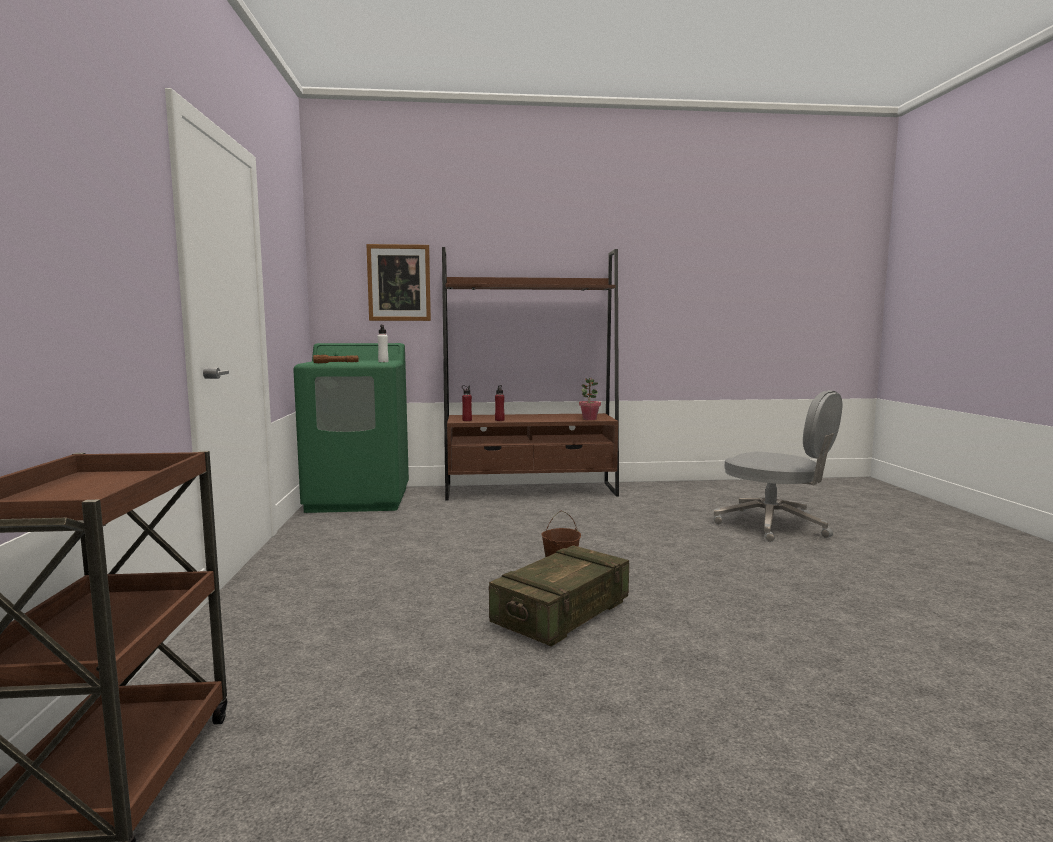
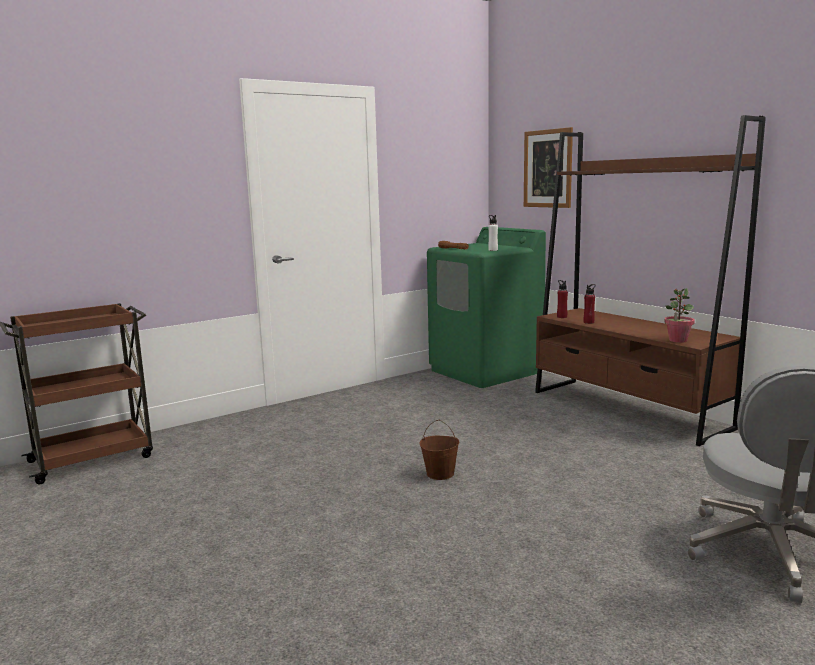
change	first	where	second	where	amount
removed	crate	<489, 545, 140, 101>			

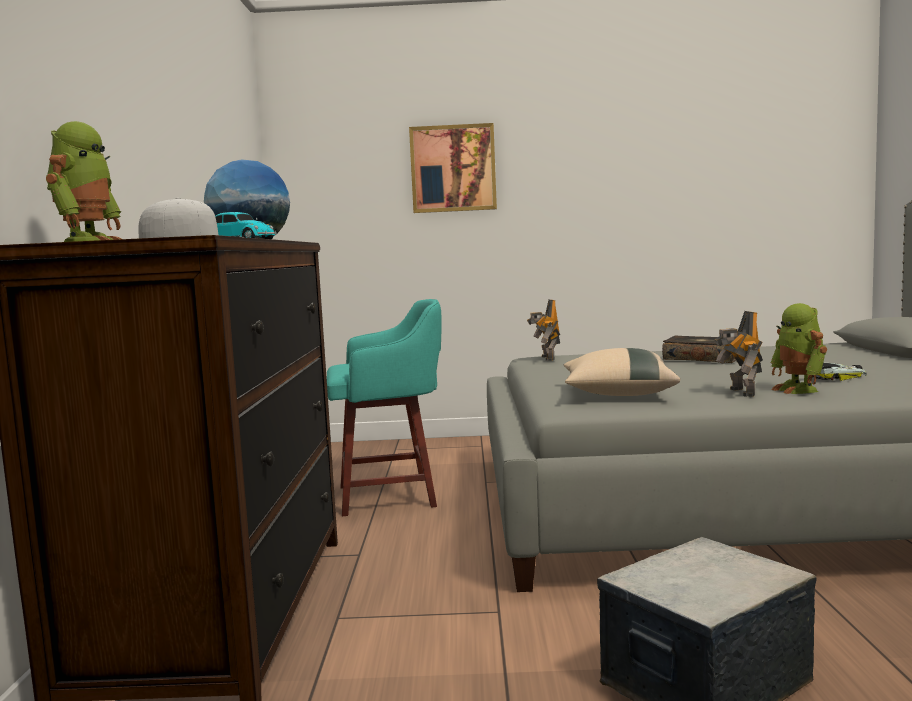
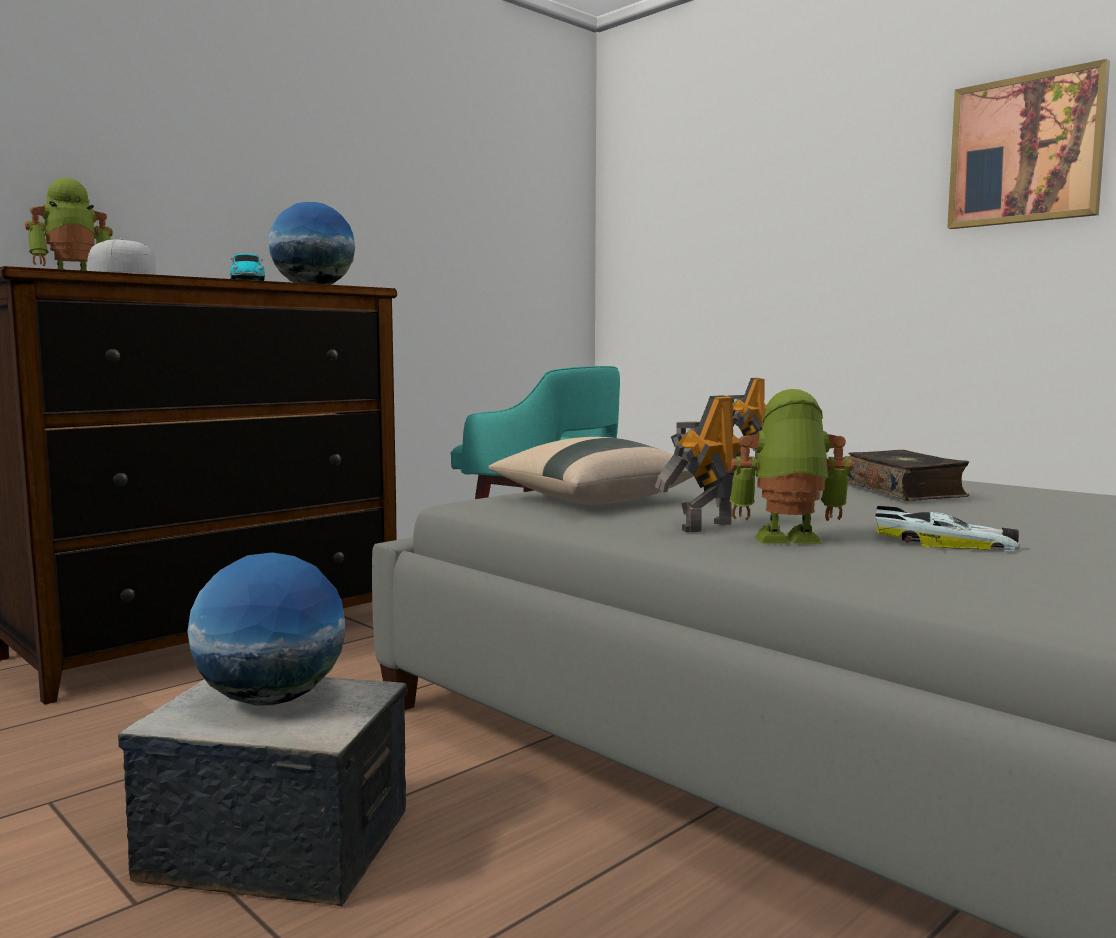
change	first	where	second	where	amount
moved	picture	<409, 123, 88, 90>		<947, 59, 163, 170>	
turned	toy_robot	<771, 303, 56, 91>		<730, 389, 123, 155>	60 degrees clockwise
added			globe	<188, 552, 157, 153>	

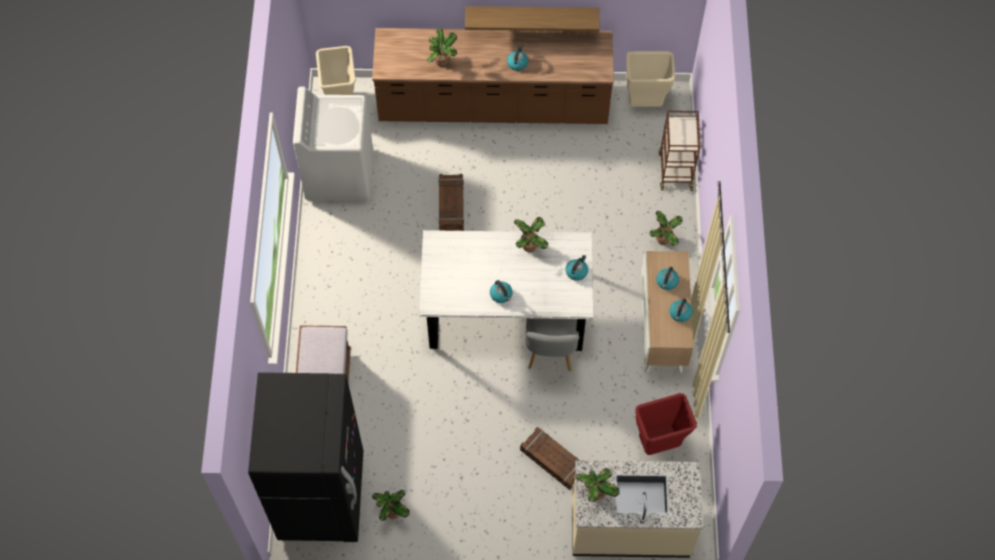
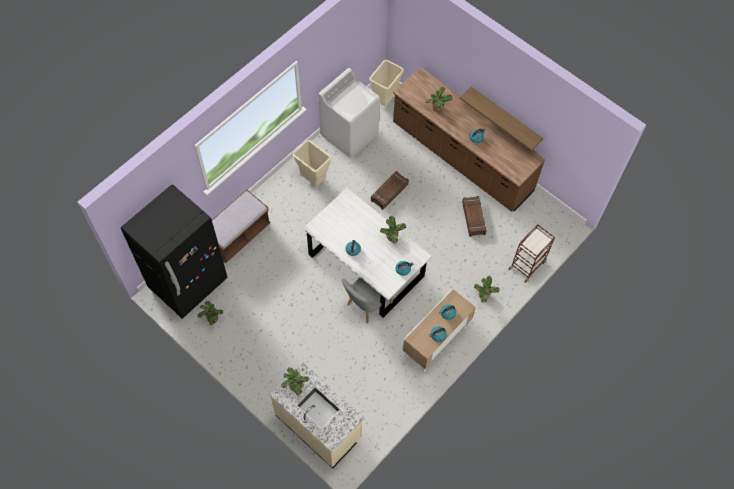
change	first	where	second	where	amount
moved	beige_trash_can	<626, 52, 49, 55>		<293, 140, 38, 46>	
removed	red_trash_can	<635, 393, 62, 62>			
moved	crate	<520, 427, 59, 63>		<462, 196, 24, 41>	

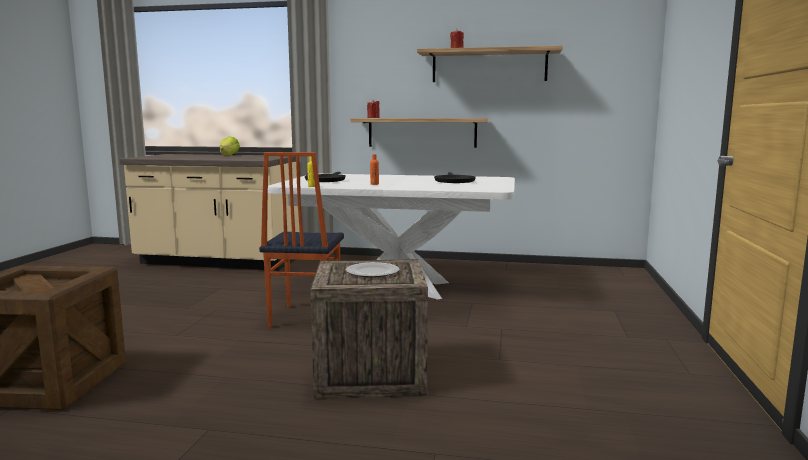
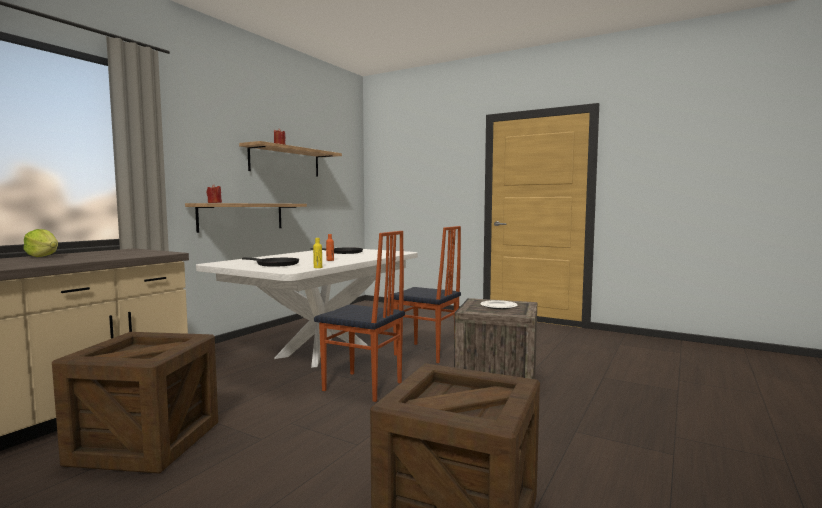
change	first	where	second	where	amount
added			chair	<393, 226, 68, 137>	
added			crate	<52, 332, 166, 142>	

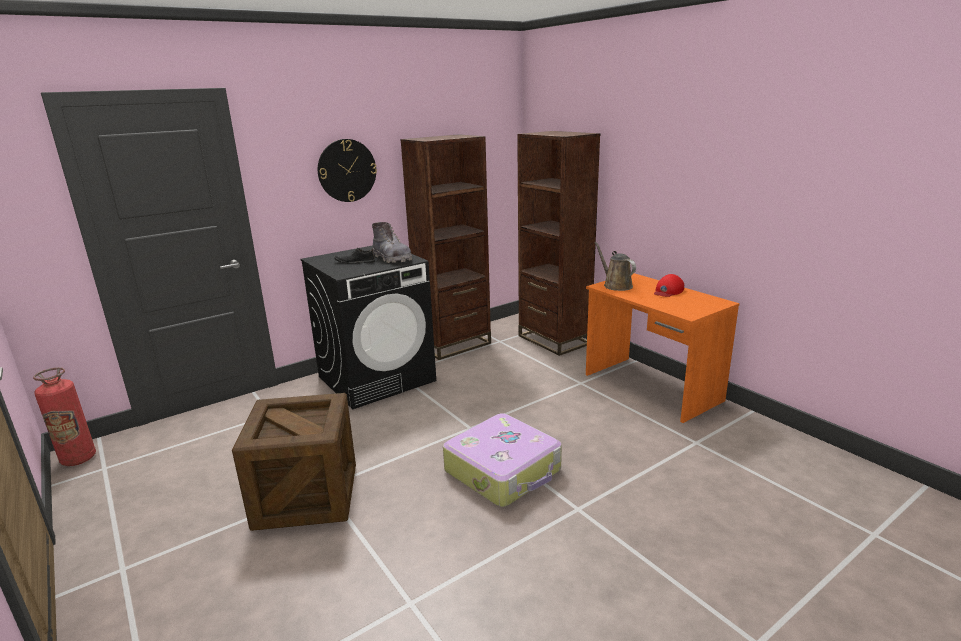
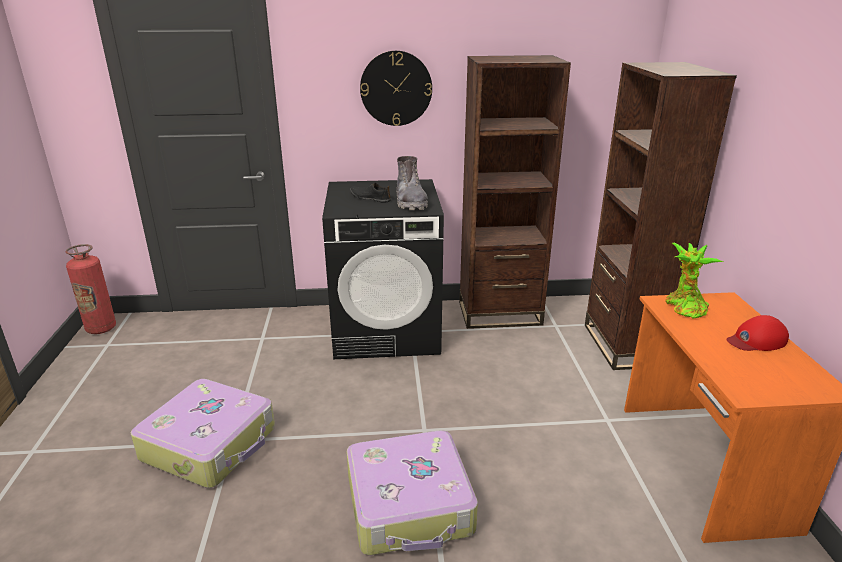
change	first	where	second	where	amount
replaced	brown_watering_can	<594, 242, 42, 49>	potted_plant	<666, 243, 57, 76>	
replaced	crate	<232, 393, 124, 138>	suitcase	<131, 379, 144, 109>	

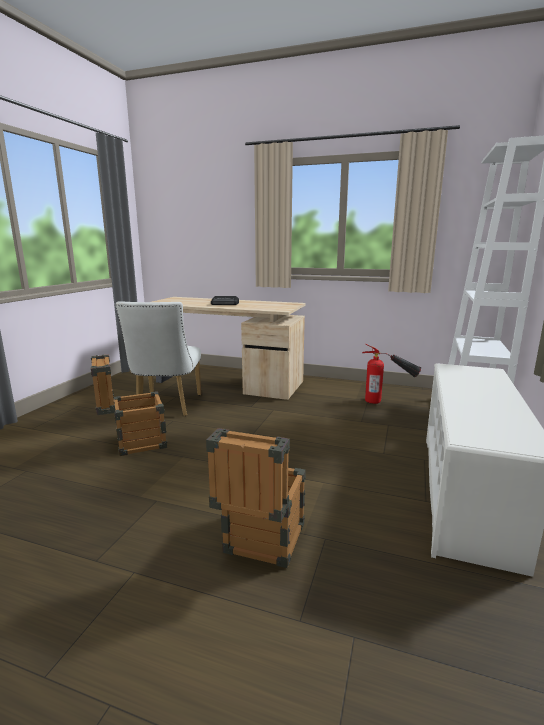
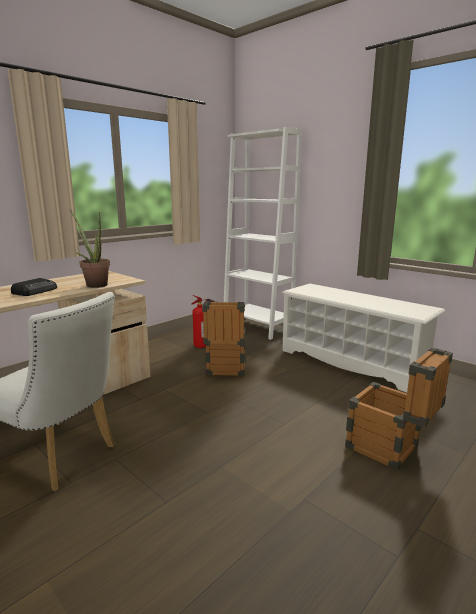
change	first	where	second	where	amount
moved	crate	<90, 355, 77, 101>		<202, 301, 44, 75>	
added			potted_plant	<70, 209, 40, 79>	

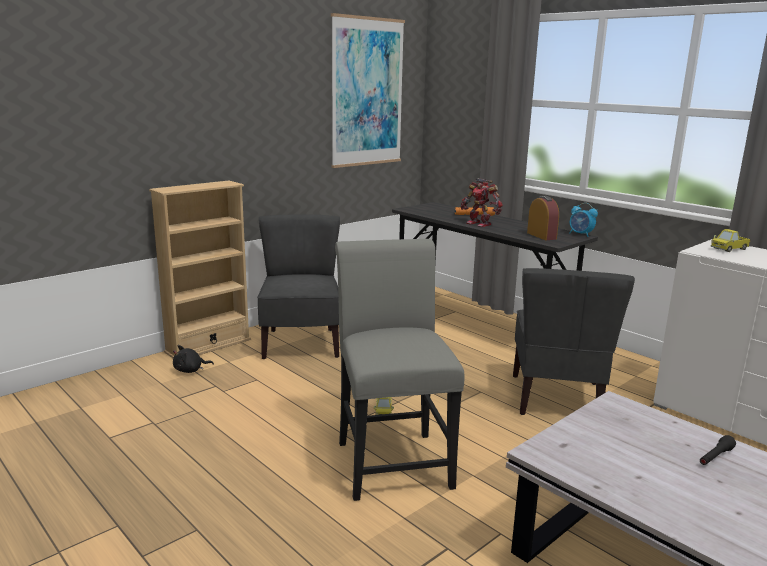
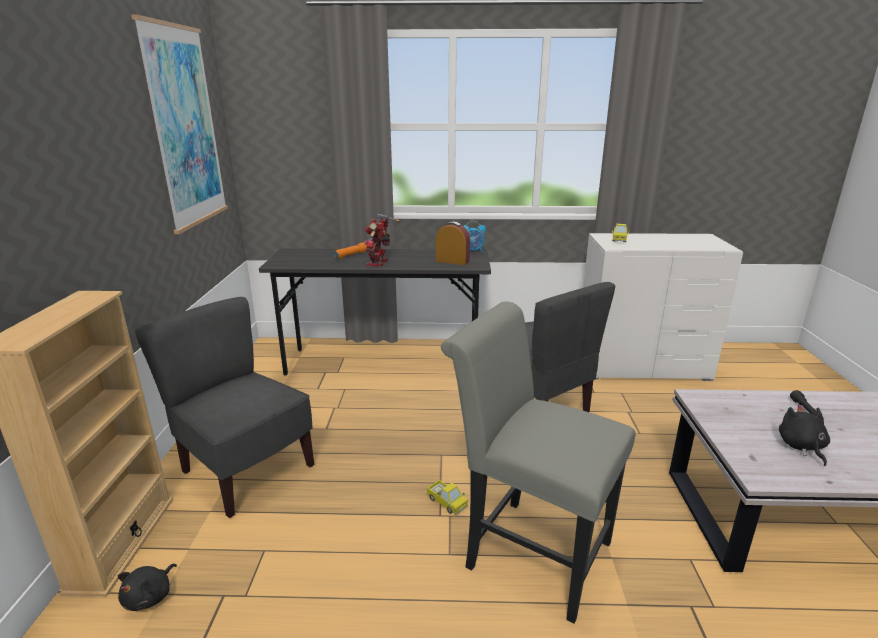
change	first	where	second	where	amount
turned	toy_robot	<461, 178, 42, 49>		<364, 214, 36, 53>	105 degrees clockwise
added			black_plush_toy	<779, 404, 51, 62>	

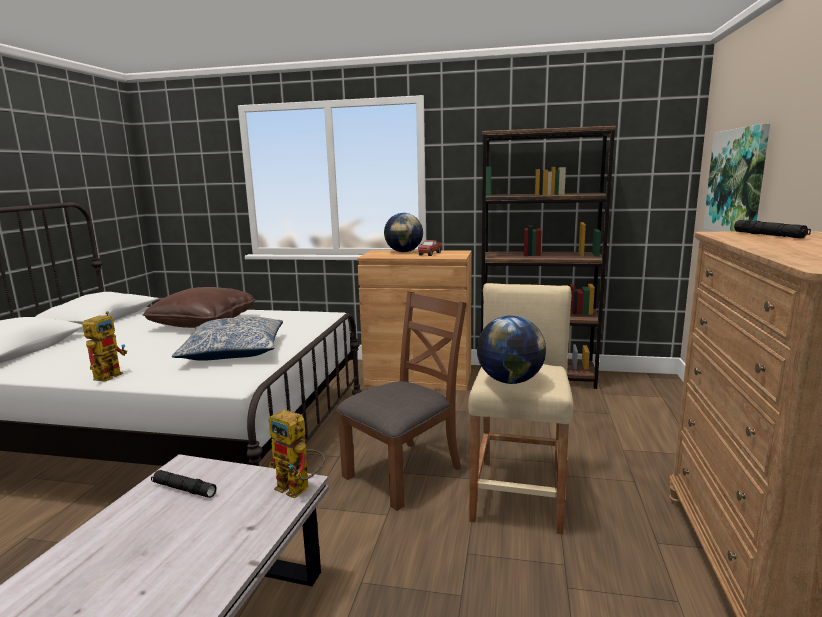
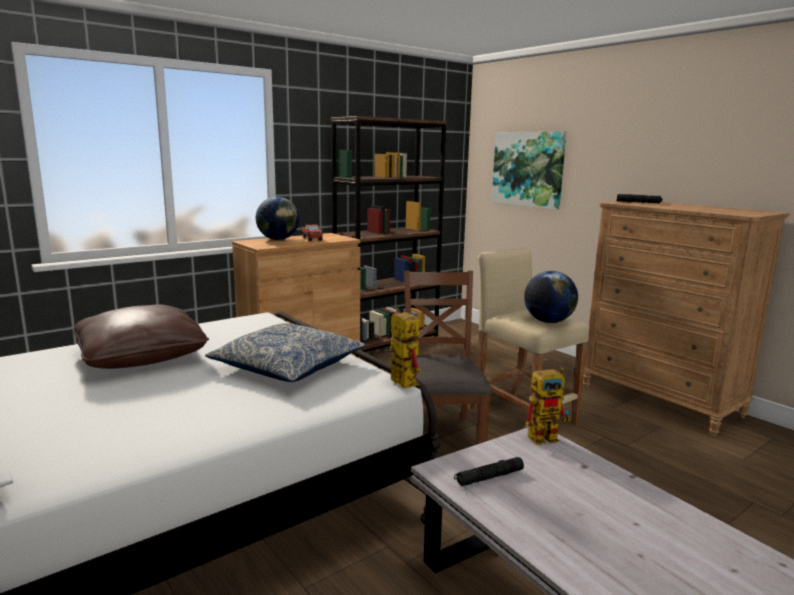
change	first	where	second	where	amount
moved	toy_robot	<82, 311, 45, 71>		<376, 308, 45, 81>	

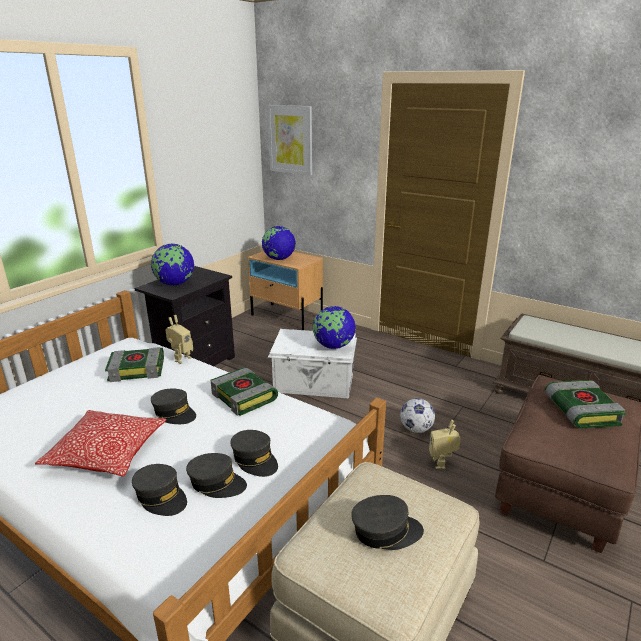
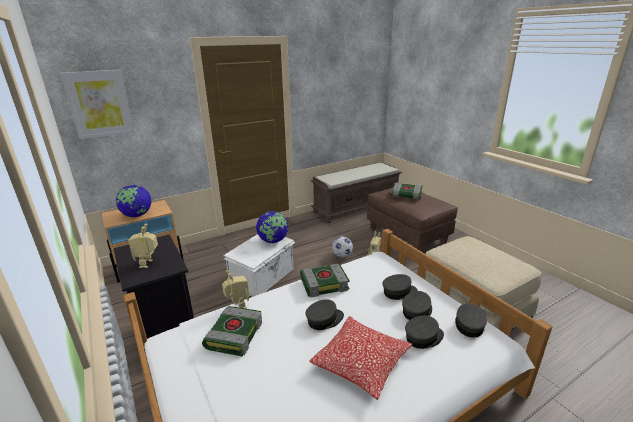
change	first	where	second	where	amount
replaced	globe	<151, 244, 43, 41>	toy_robot	<128, 224, 30, 44>	
moved	grey_cap	<351, 495, 73, 55>		<455, 303, 32, 35>	

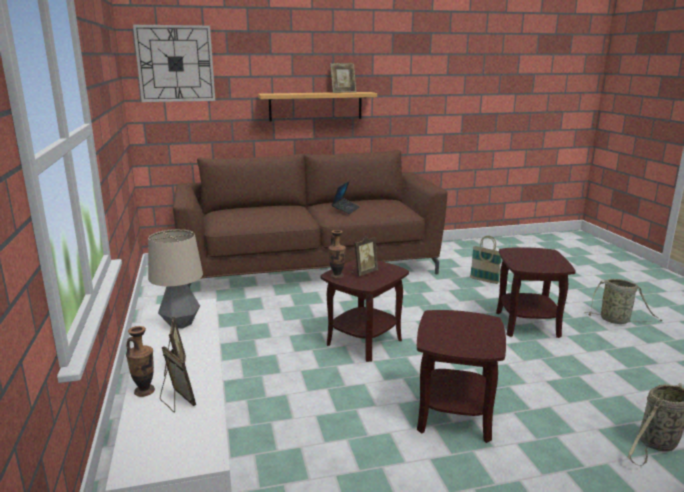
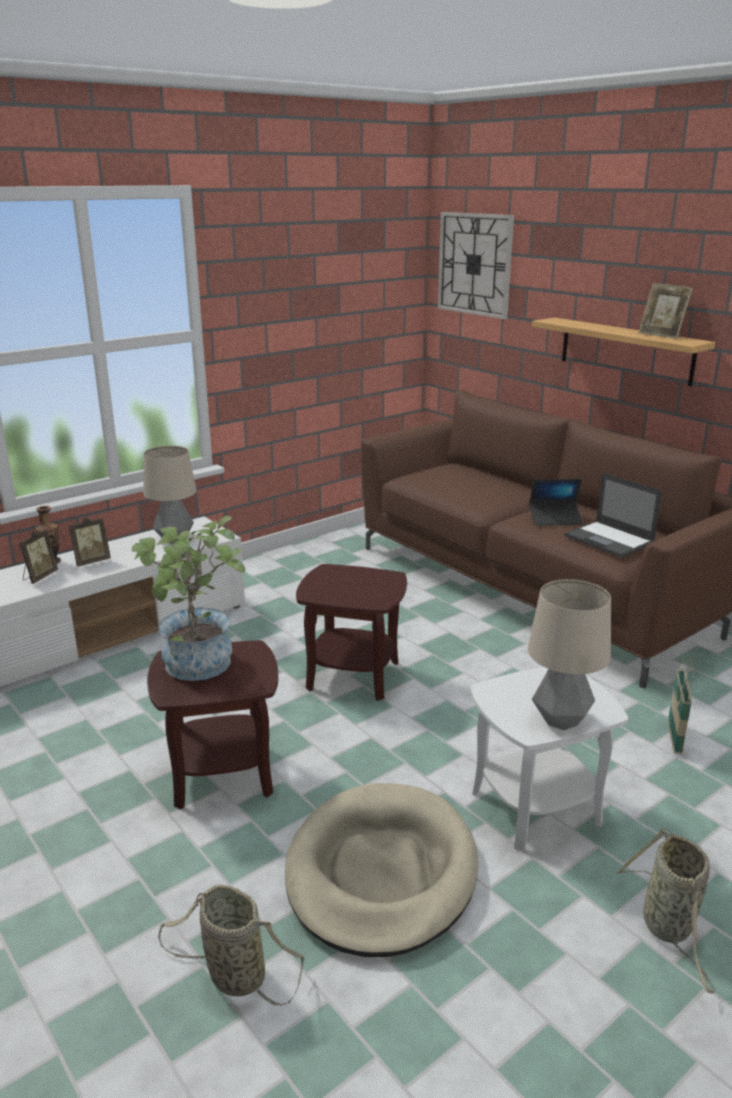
change	first	where	second	where	amount
removed	vase	<328, 230, 18, 49>			
removed	picture_frame	<352, 236, 26, 40>			
recoloured	brown_side_table	<496, 247, 80, 91>	white_side_table	<470, 667, 158, 185>	
added			laptop	<564, 473, 98, 85>	
added			potted_plant	<132, 516, 113, 165>	
added			table_lamp	<528, 579, 83, 151>	
added			beige_dog_bed	<285, 783, 193, 174>	

